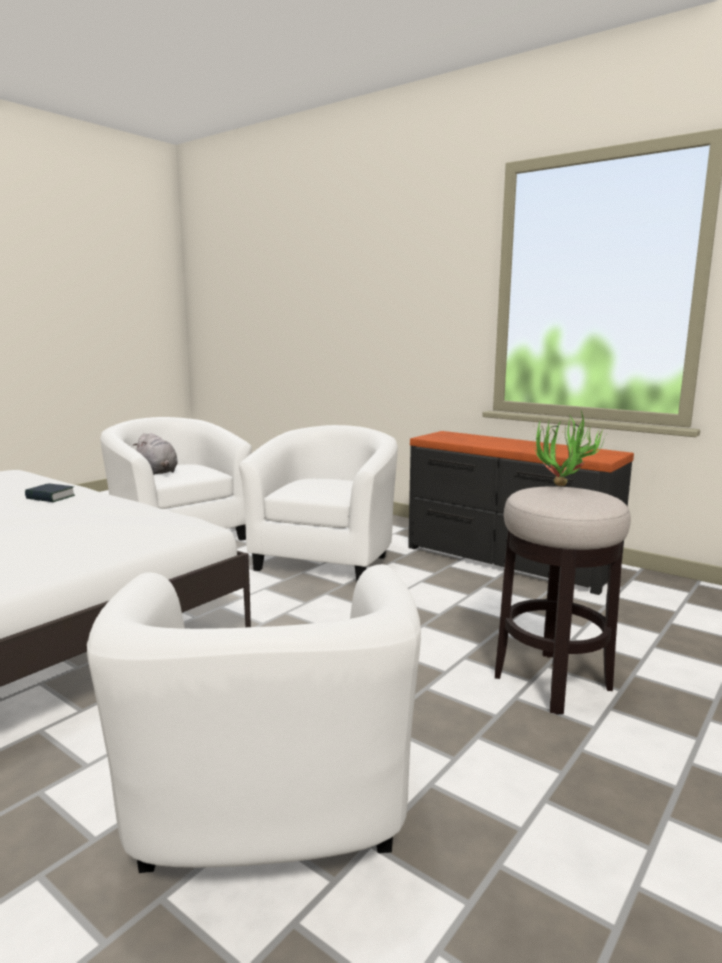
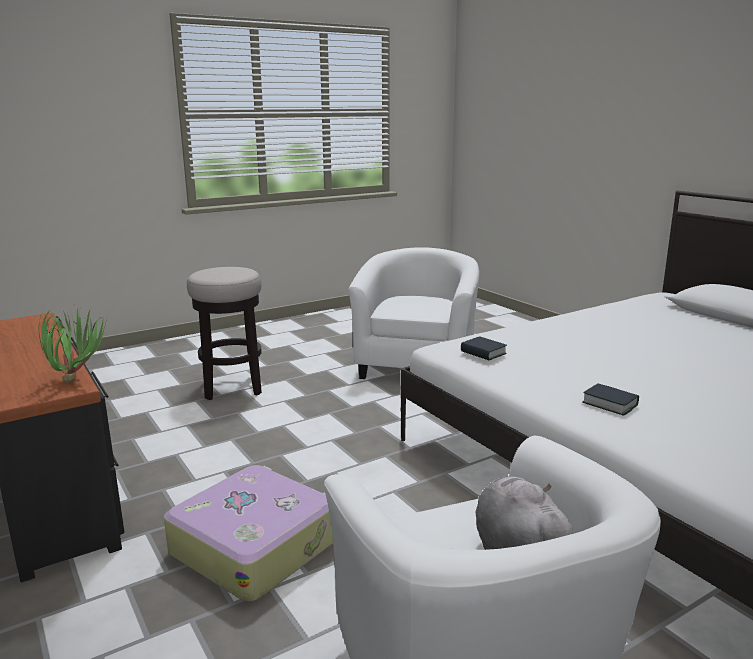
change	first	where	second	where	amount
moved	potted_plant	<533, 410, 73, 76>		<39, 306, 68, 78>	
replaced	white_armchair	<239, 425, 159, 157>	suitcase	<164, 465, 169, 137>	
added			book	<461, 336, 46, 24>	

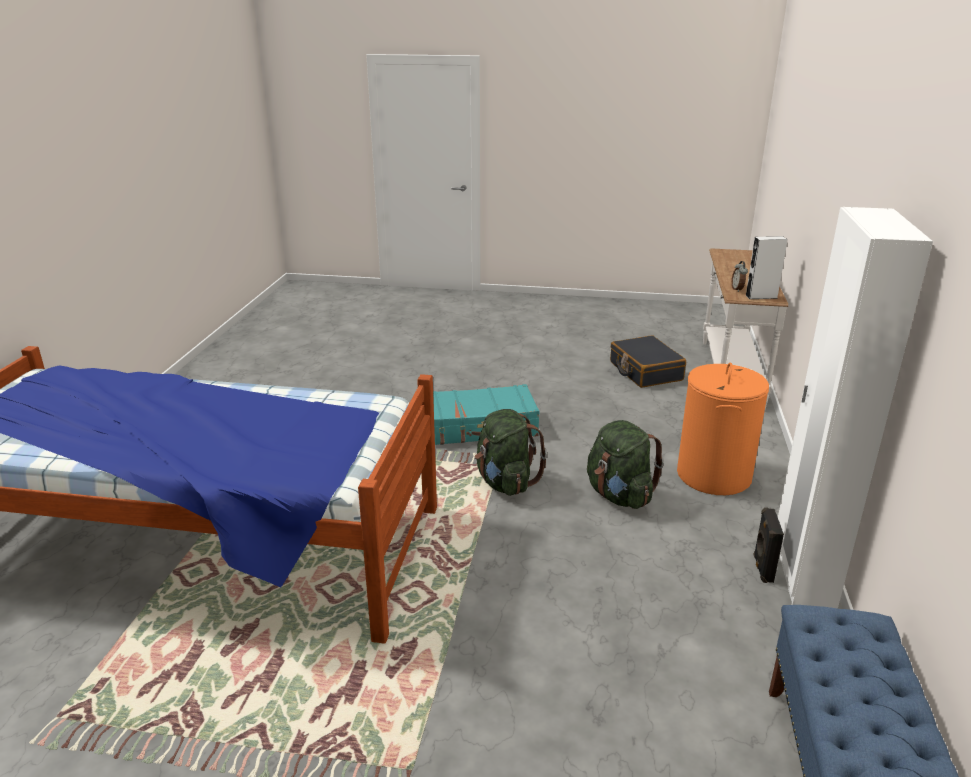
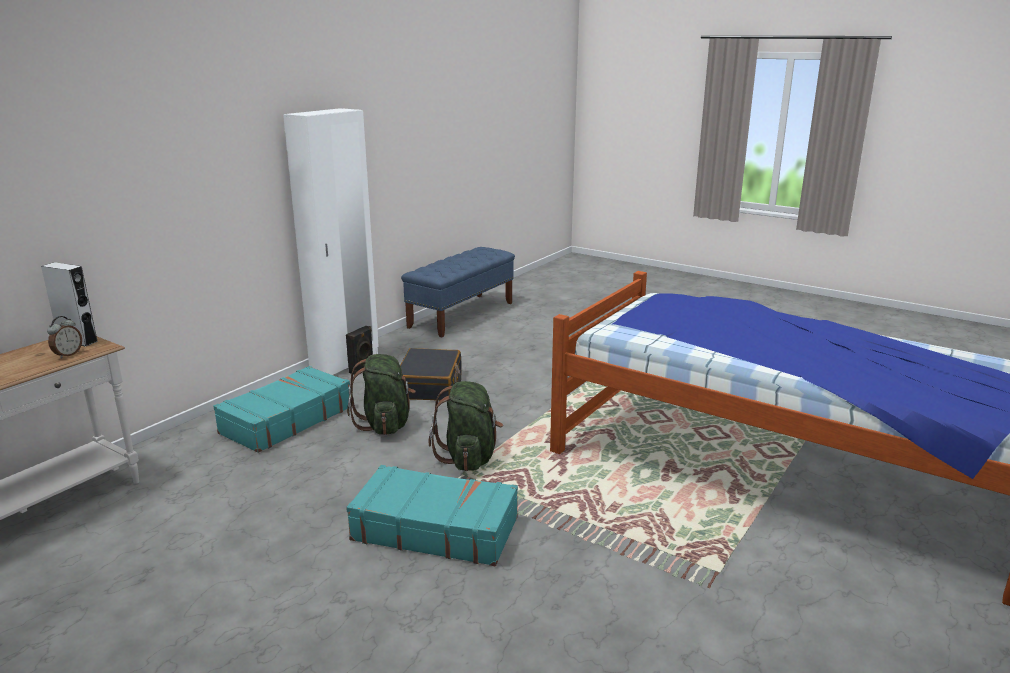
change	first	where	second	where	amount
moved	black_suitcase	<610, 335, 76, 53>		<400, 348, 61, 53>	
replaced	orange_laundry_basket	<677, 362, 92, 133>	turquoise_suitcase	<213, 366, 139, 87>	

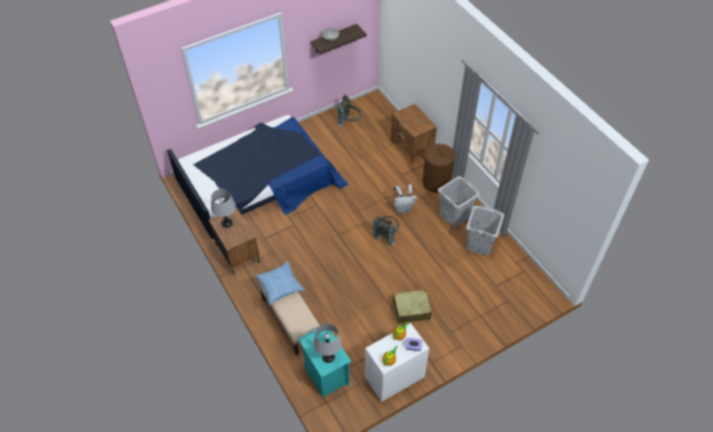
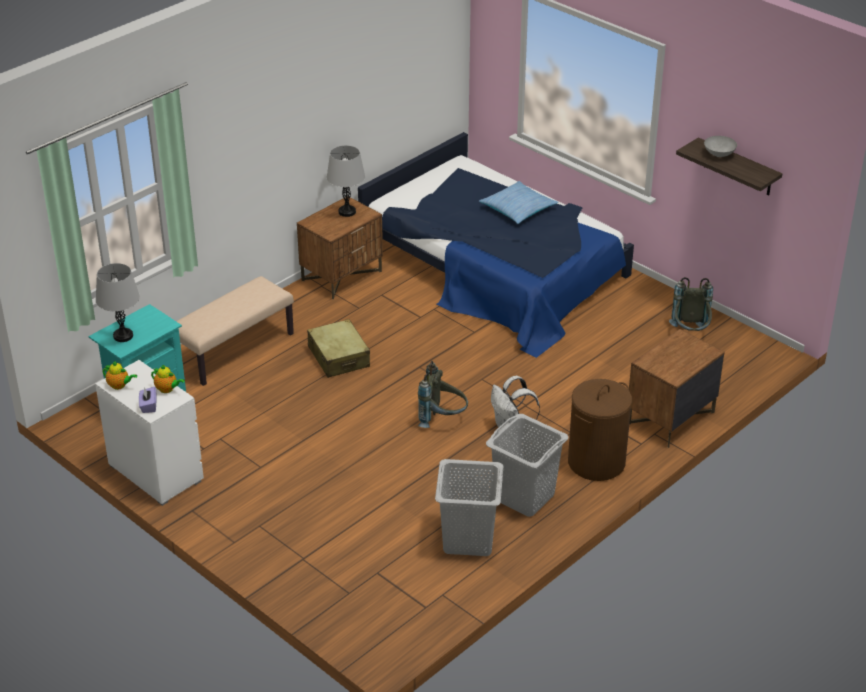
change	first	where	second	where	amount
moved	pillow	<254, 261, 50, 44>		<479, 181, 80, 43>	
moved	beige_suitcase	<392, 289, 40, 35>		<307, 319, 63, 59>	

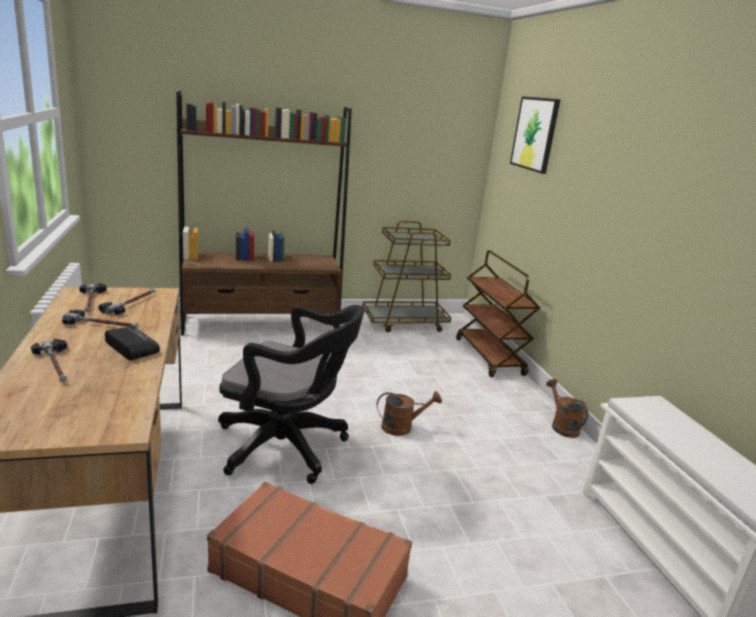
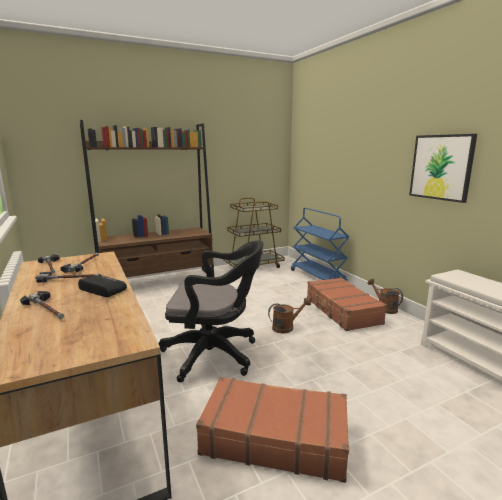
change	first	where	second	where	amount
moved	picture	<510, 96, 51, 78>		<409, 134, 68, 69>	
recoloured	brown_cart	<456, 250, 84, 127>	blue_cart	<291, 208, 58, 73>	
added			brown_suitcase	<307, 277, 80, 54>	

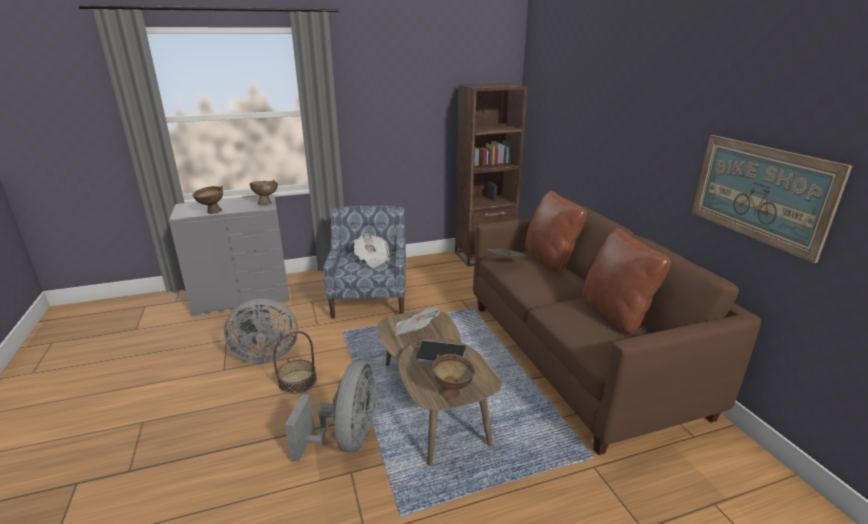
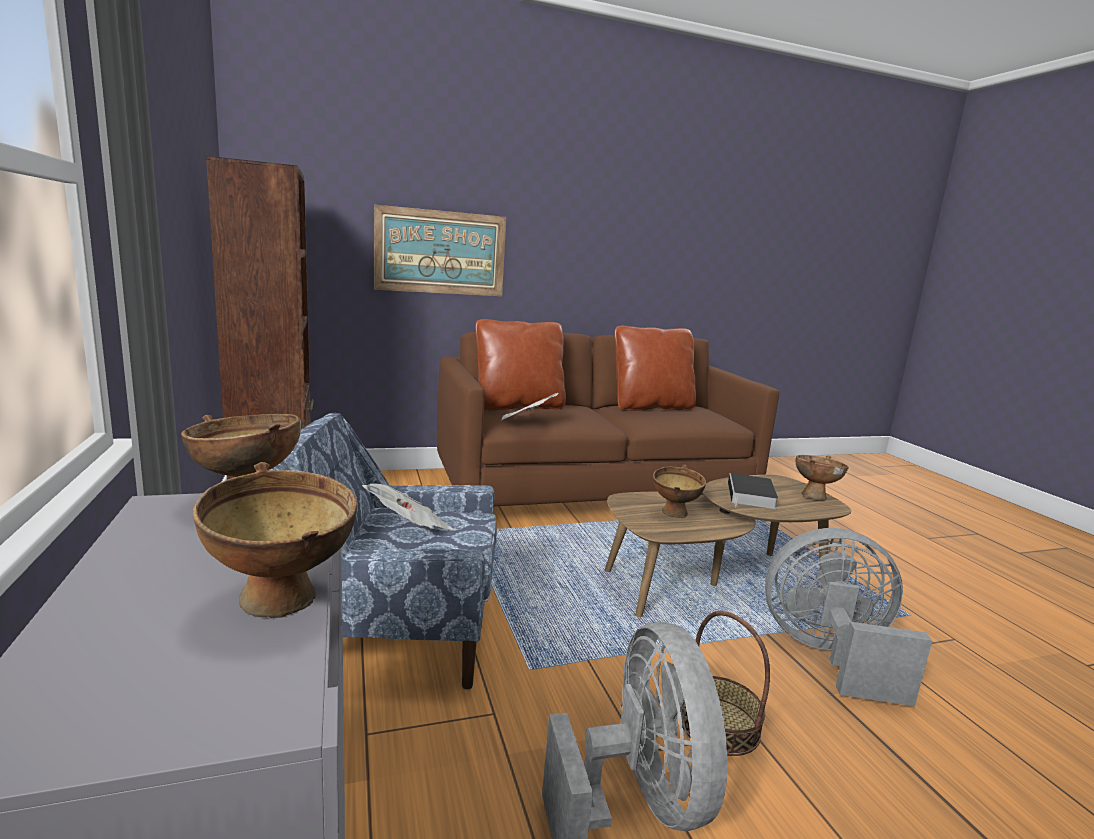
change	first	where	second	where	amount
moved	picture	<692, 135, 160, 128>		<374, 205, 132, 91>	
replaced	newspaper	<394, 306, 46, 30>	brown_bowl	<653, 465, 53, 53>	

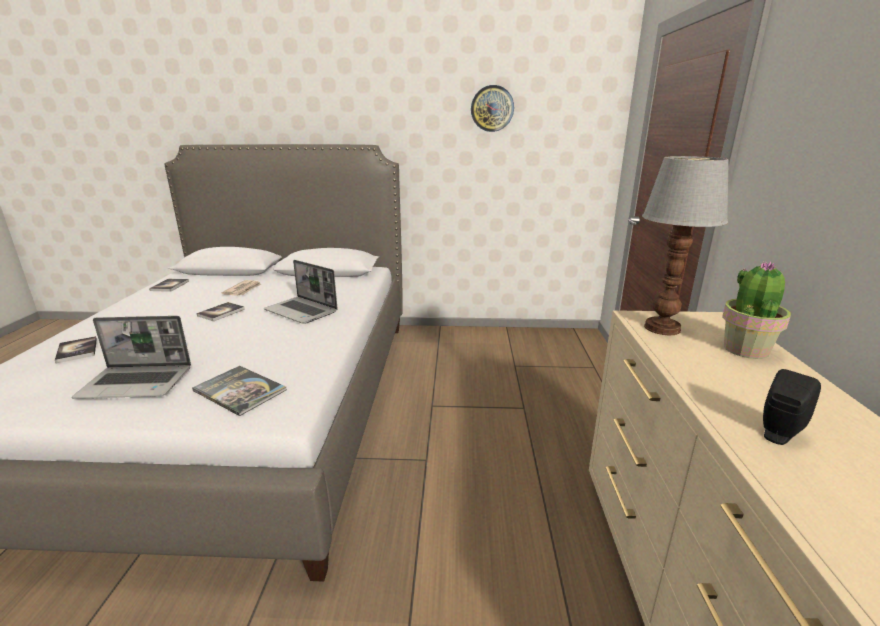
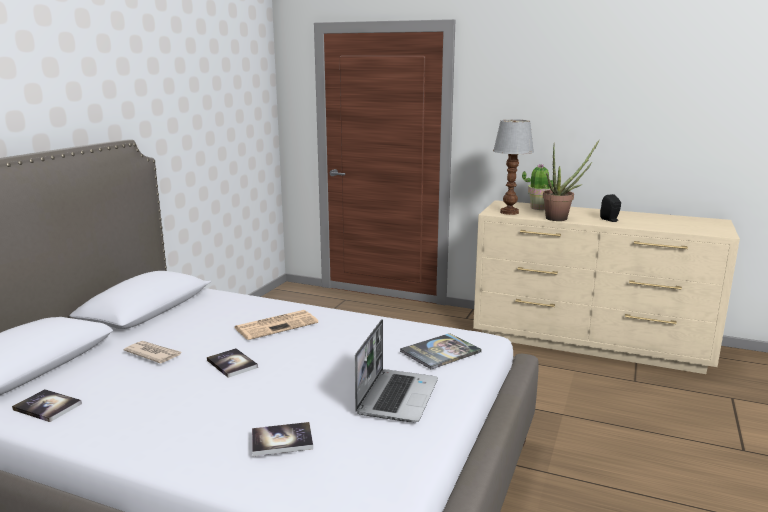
change	first	where	second	where	amount
removed	wall_clock	<471, 85, 43, 47>			
replaced	laptop	<264, 260, 74, 63>	newspaper	<234, 310, 84, 30>	
added			potted_plant	<543, 139, 57, 82>	

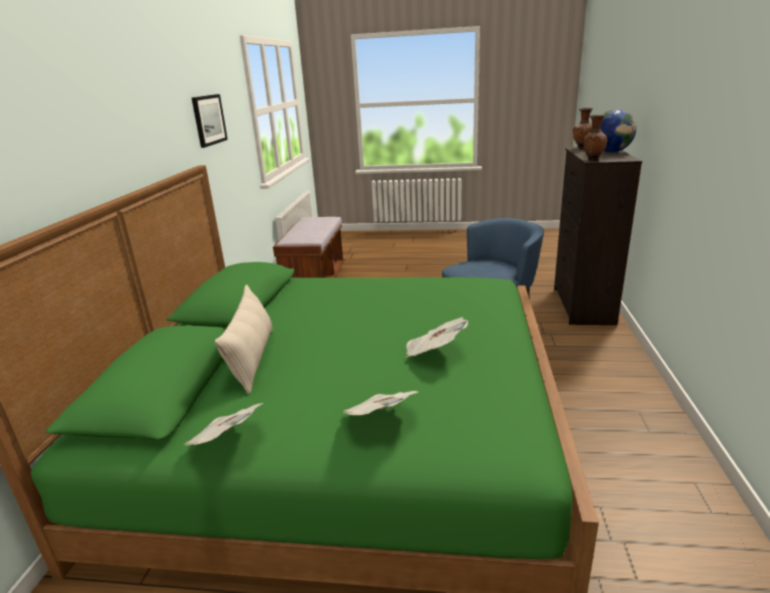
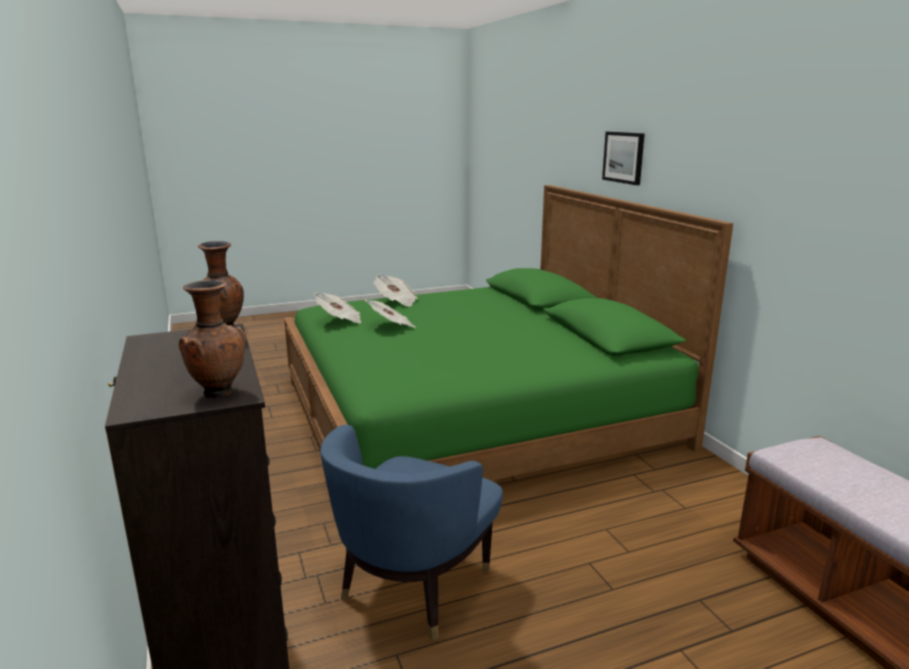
change	first	where	second	where	amount
moved	picture	<192, 94, 36, 54>		<602, 132, 43, 53>	
removed	globe	<600, 109, 36, 43>			
removed	beige_pillow	<215, 284, 58, 110>			
moved	newspaper	<185, 403, 78, 42>		<314, 293, 47, 30>	

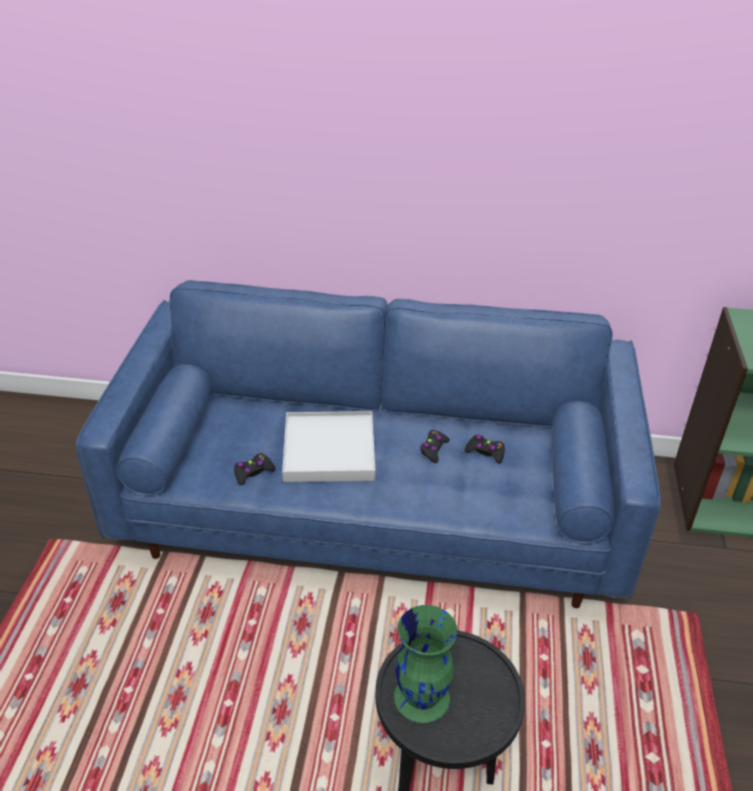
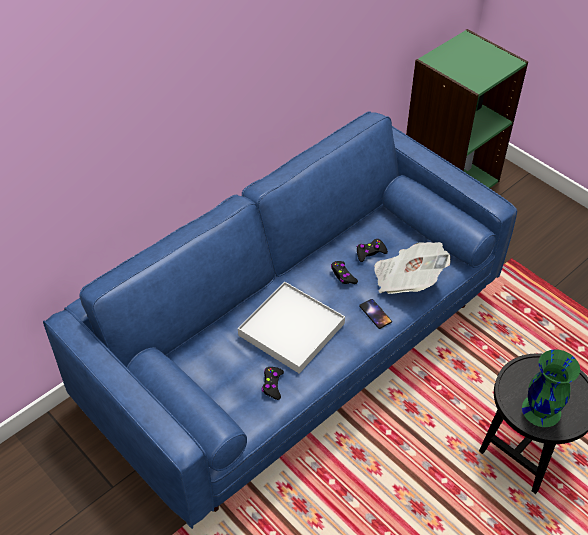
change	first	where	second	where	amount
added			newspaper	<374, 242, 77, 52>	
added			phone	<359, 299, 33, 30>	

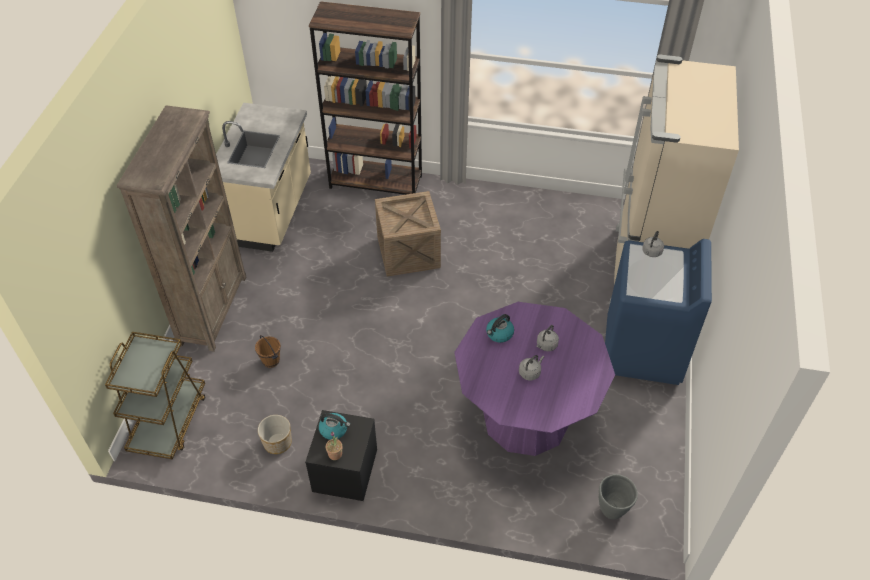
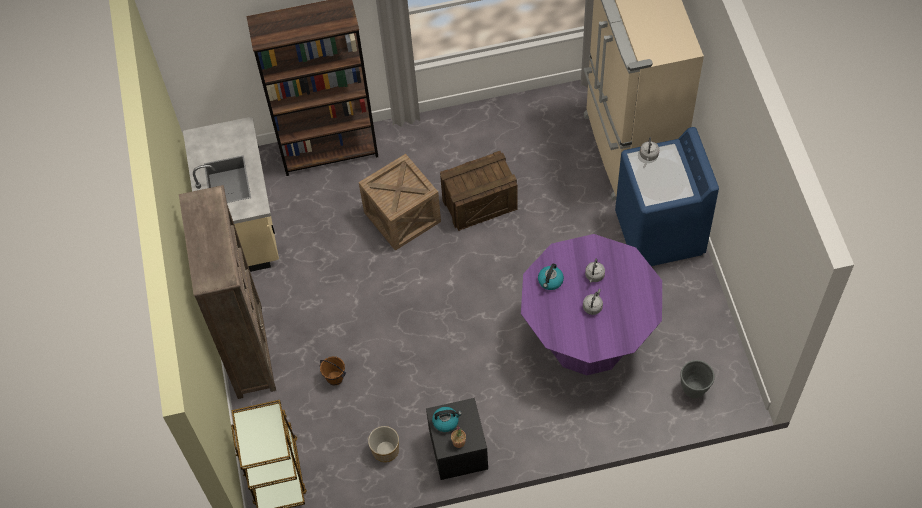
change	first	where	second	where	amount
added			crate	<440, 151, 78, 80>	

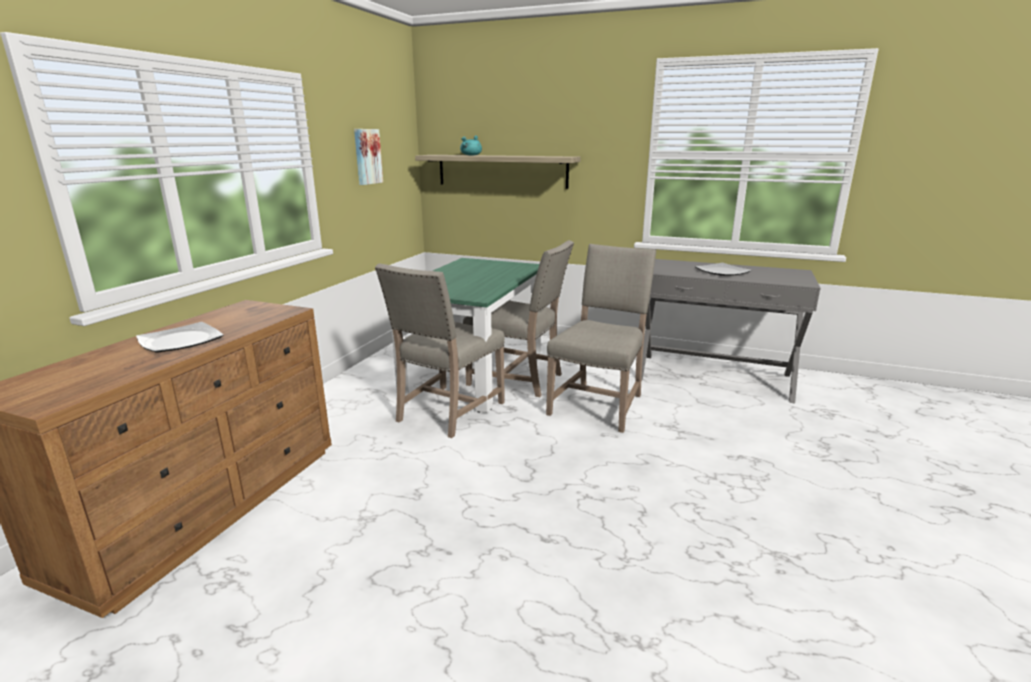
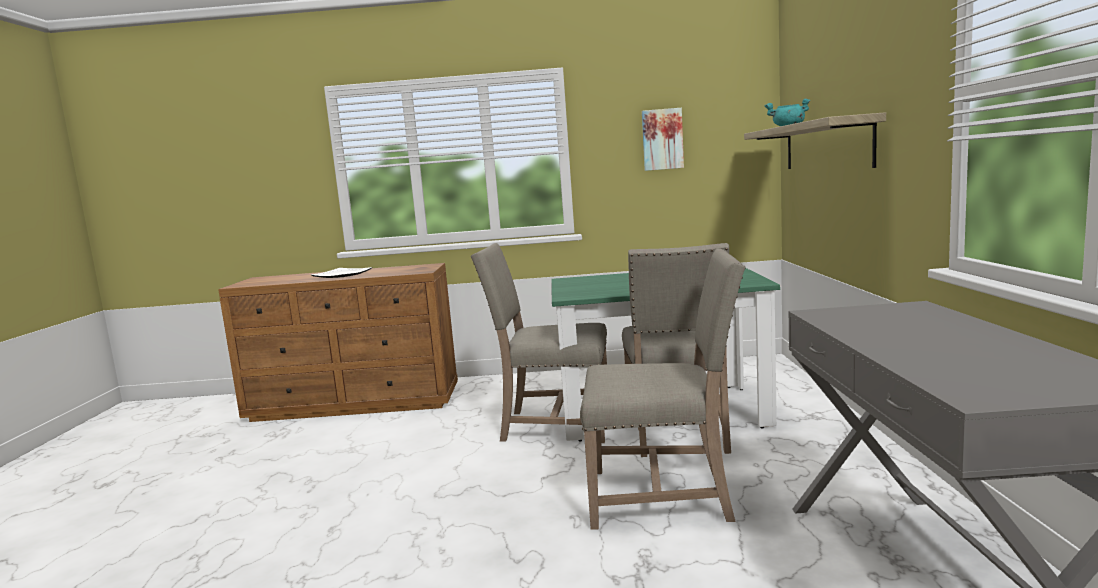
change	first	where	second	where	amount
removed	plate	<695, 263, 57, 13>			

